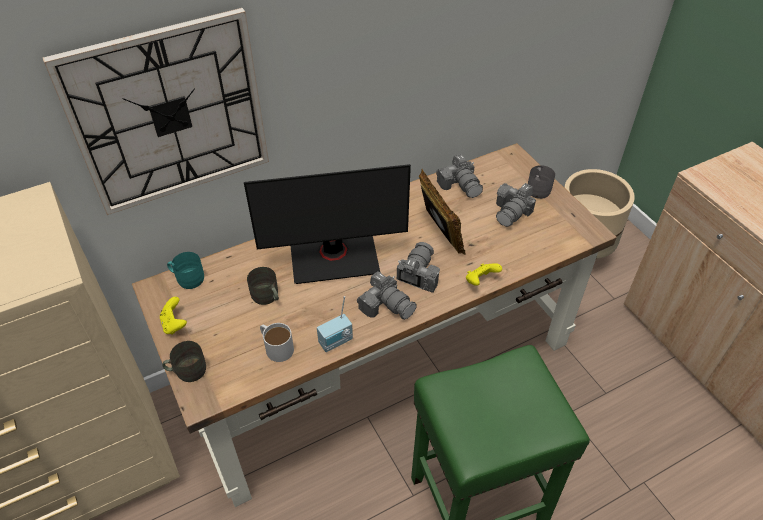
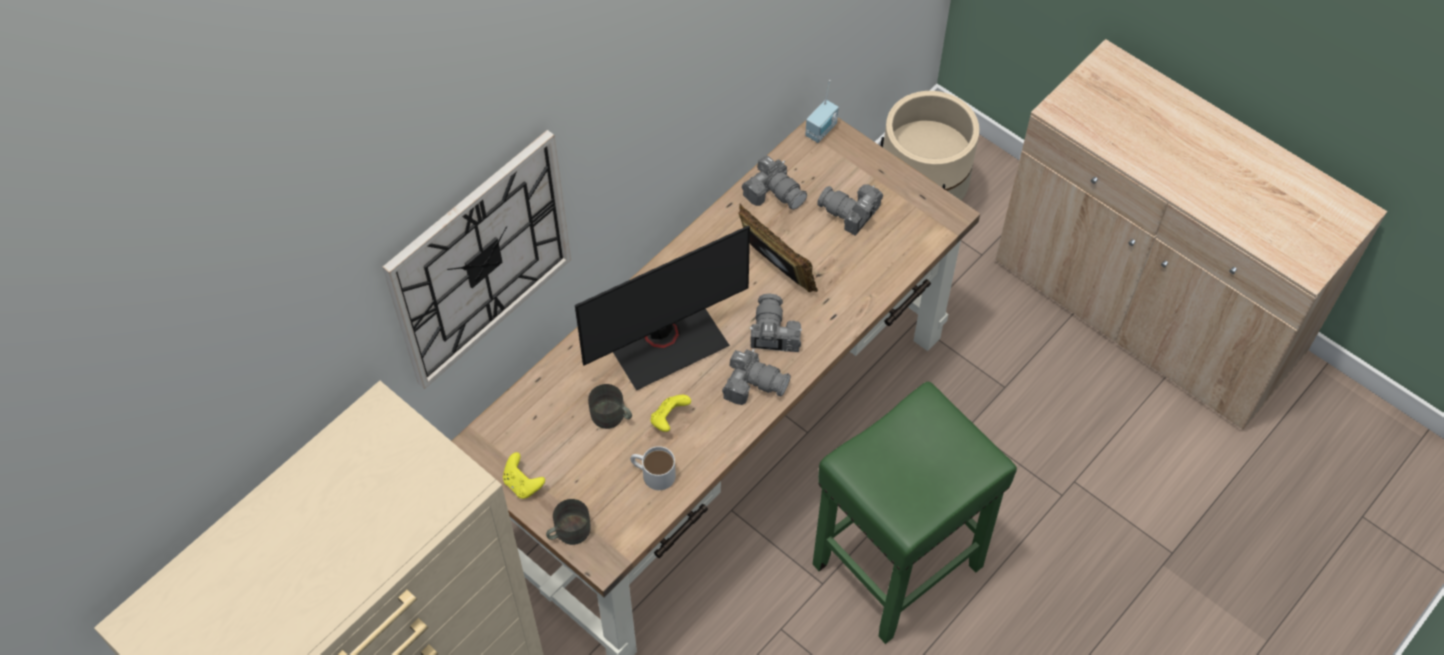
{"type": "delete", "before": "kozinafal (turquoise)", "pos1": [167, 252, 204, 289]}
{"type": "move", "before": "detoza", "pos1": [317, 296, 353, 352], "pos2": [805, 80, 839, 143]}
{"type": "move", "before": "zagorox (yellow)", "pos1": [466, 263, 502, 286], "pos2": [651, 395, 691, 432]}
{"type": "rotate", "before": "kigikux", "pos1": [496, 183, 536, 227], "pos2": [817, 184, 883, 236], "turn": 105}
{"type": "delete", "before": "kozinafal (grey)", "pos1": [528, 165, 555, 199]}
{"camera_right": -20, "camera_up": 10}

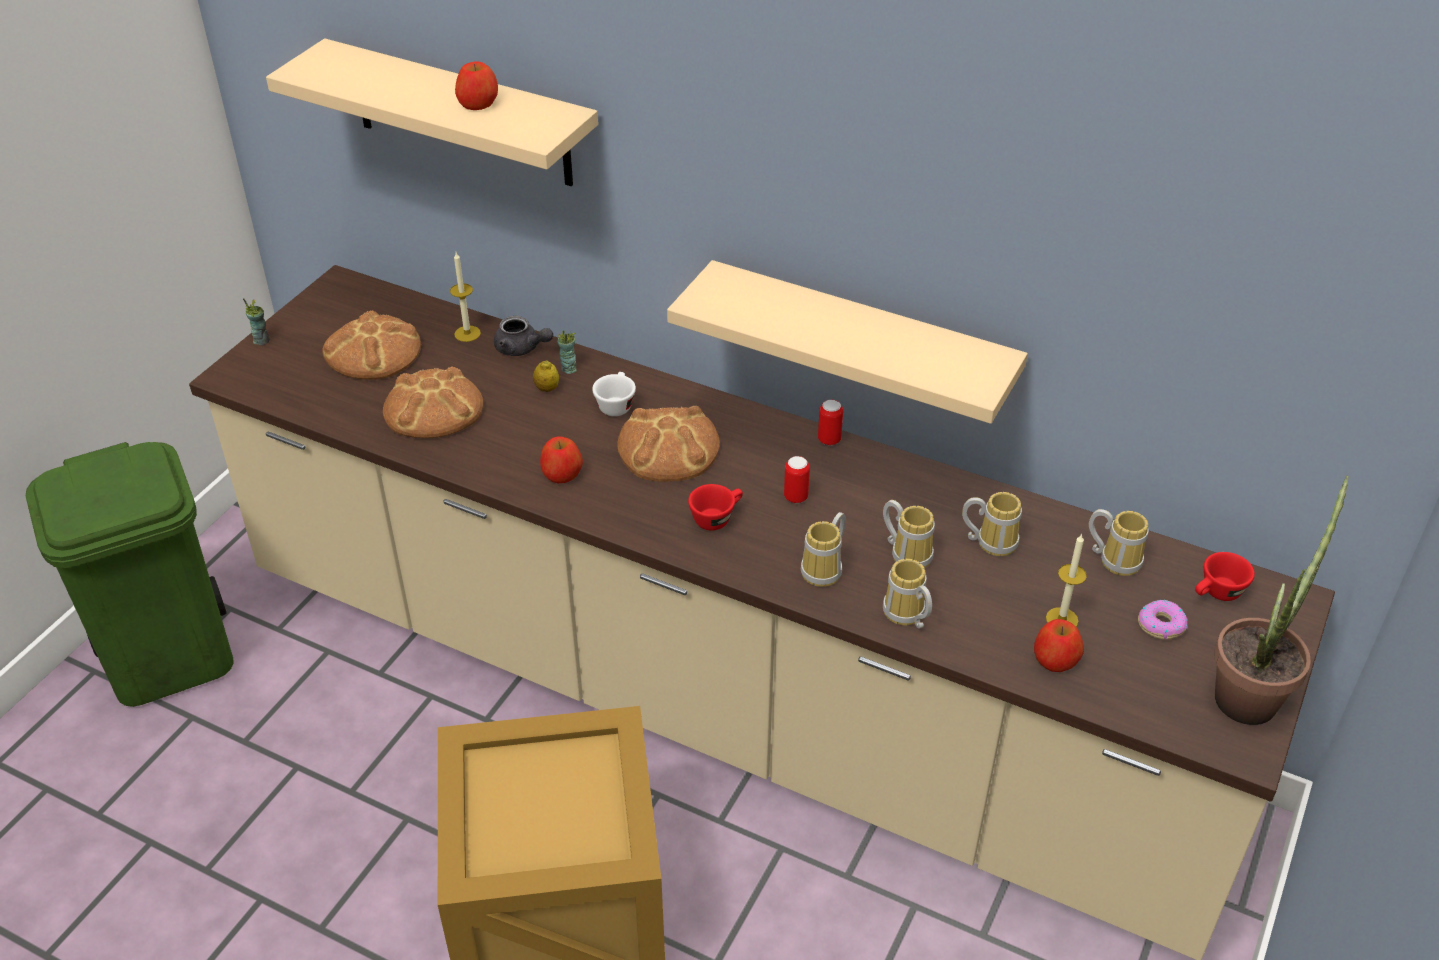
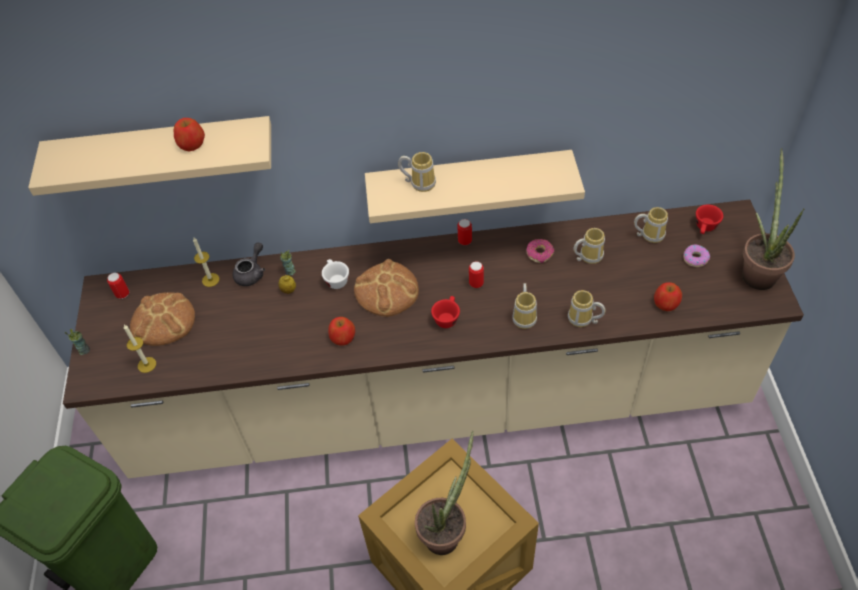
{"type": "delete", "before": "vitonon", "pos1": [383, 367, 483, 438]}
{"type": "rotate", "before": "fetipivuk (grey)", "pos1": [494, 316, 553, 356], "pos2": [233, 242, 265, 286], "turn": -60}
{"type": "move", "before": "kozinafal", "pos1": [883, 500, 935, 568], "pos2": [398, 152, 436, 192]}
{"type": "move", "before": "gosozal", "pos1": [1046, 534, 1087, 627], "pos2": [124, 325, 156, 373]}
{"type": "insert", "after": "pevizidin", "pos2": [107, 273, 129, 299]}
{"type": "insert", "after": "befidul", "pos2": [415, 431, 473, 555]}
{"type": "insert", "after": "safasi", "pos2": [526, 239, 554, 263]}
{"camera_right": -30, "camera_up": 10}

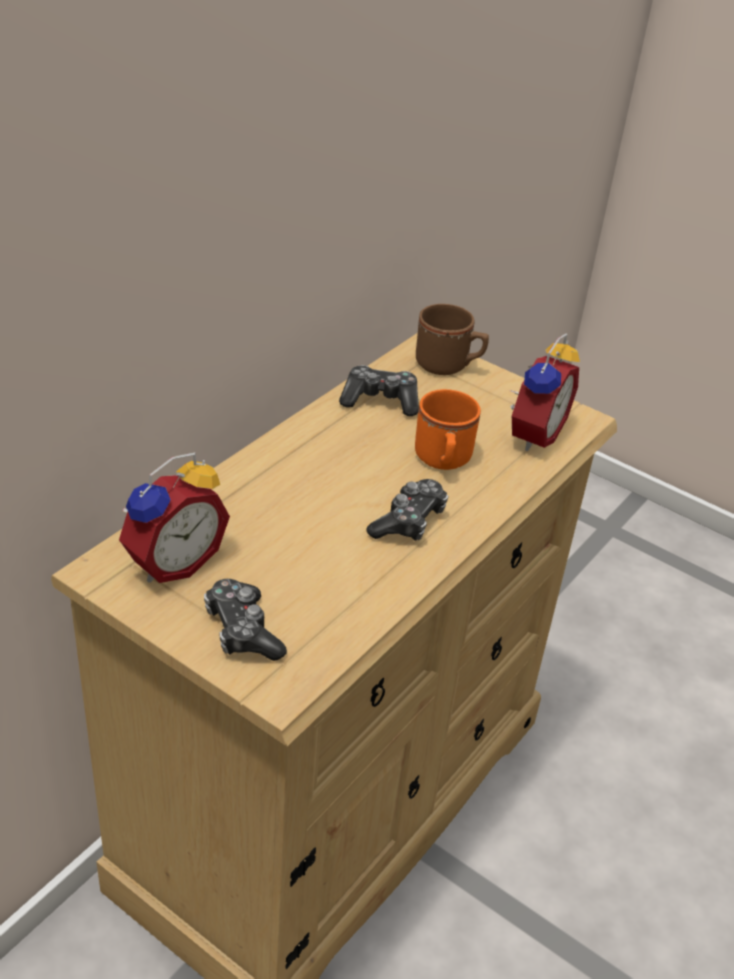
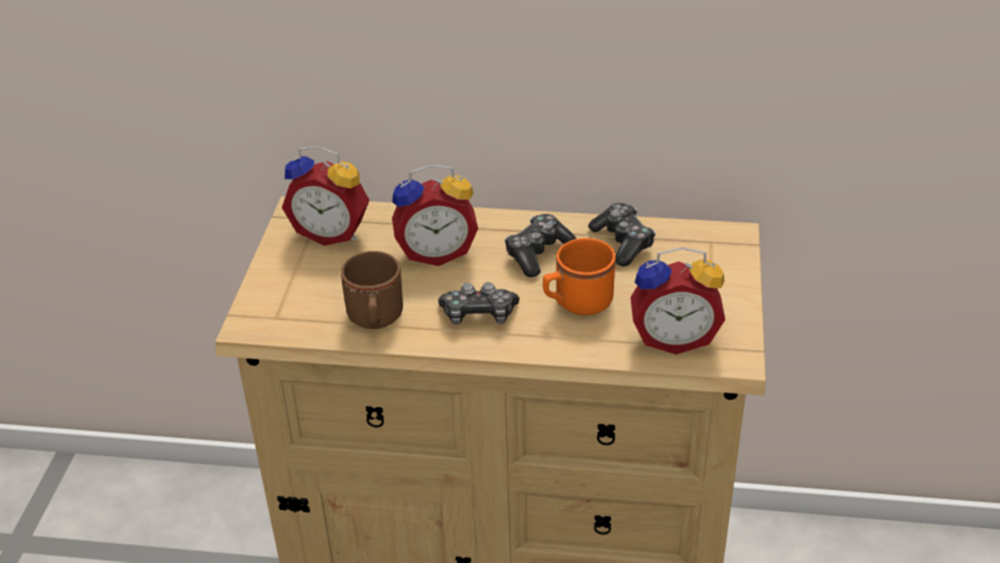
{"type": "move", "before": "zagorox", "pos1": [204, 579, 287, 661], "pos2": [505, 214, 576, 277]}
{"type": "move", "before": "kozinafal (brown)", "pos1": [416, 304, 489, 375], "pos2": [341, 251, 403, 329]}
{"type": "insert", "after": "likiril", "pos2": [392, 164, 478, 266]}
{"camera_right": 65, "camera_up": 0}

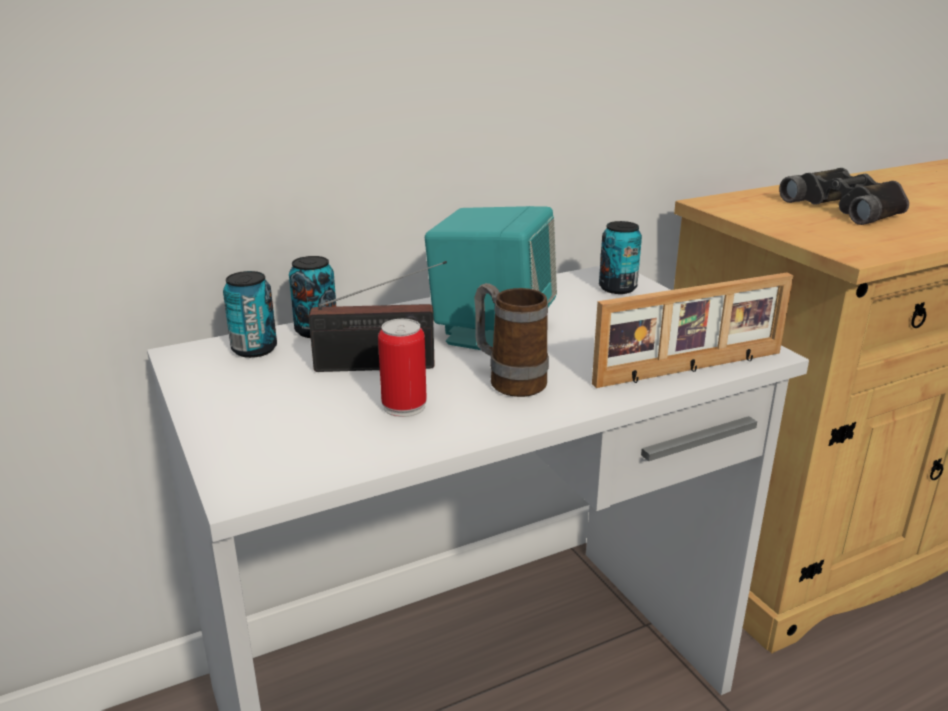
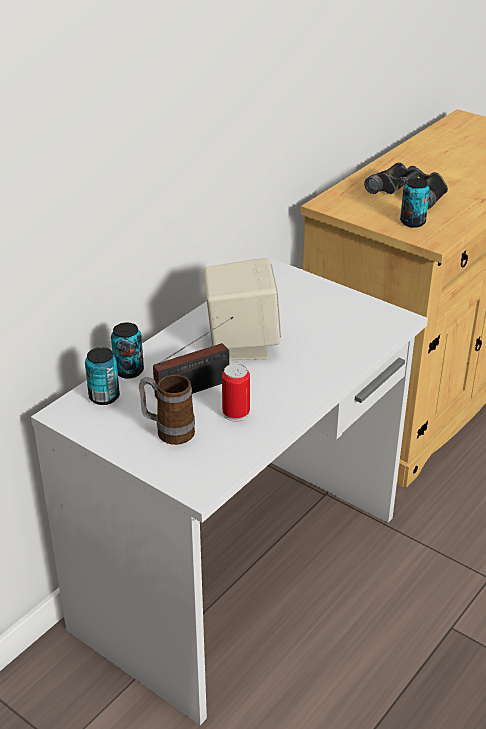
{"type": "recolor", "before": "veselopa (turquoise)", "after": "veselopa (beige)", "pos1": [425, 206, 557, 350], "pos2": [204, 258, 281, 360]}
{"type": "move", "before": "kozinafal", "pos1": [474, 283, 549, 397], "pos2": [139, 375, 195, 445]}
{"type": "delete", "before": "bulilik", "pos1": [592, 272, 793, 388]}
{"type": "move", "before": "pevizidin", "pos1": [599, 221, 642, 294], "pos2": [400, 178, 430, 228]}
{"camera_right": -25, "camera_up": 10}

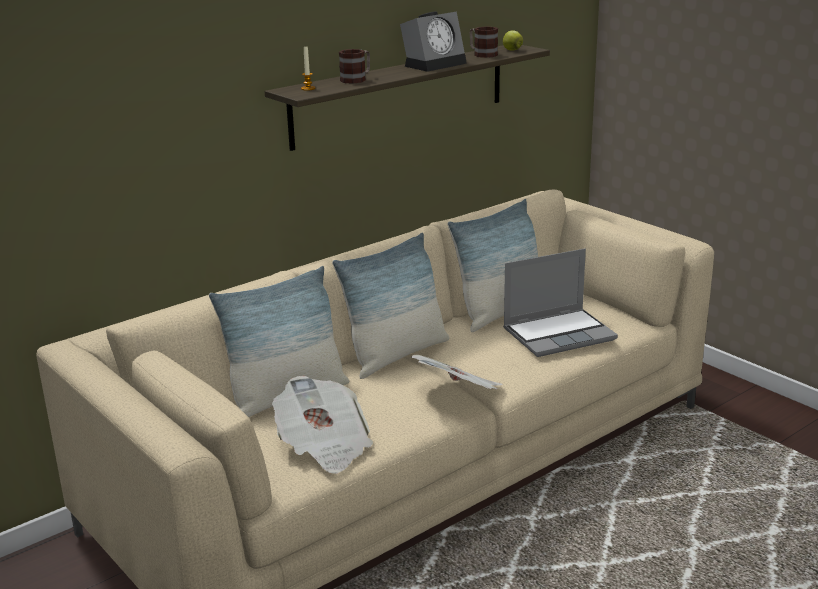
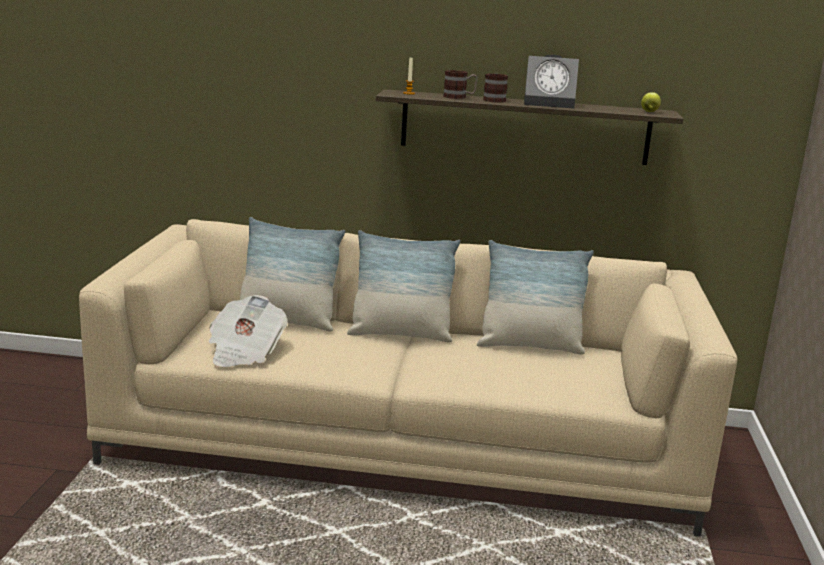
{"type": "delete", "before": "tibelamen", "pos1": [411, 355, 503, 389]}
{"type": "move", "before": "kozinafal", "pos1": [470, 27, 498, 58], "pos2": [483, 74, 508, 103]}
{"type": "delete", "before": "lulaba", "pos1": [503, 248, 618, 357]}
{"camera_right": 45, "camera_up": -5}

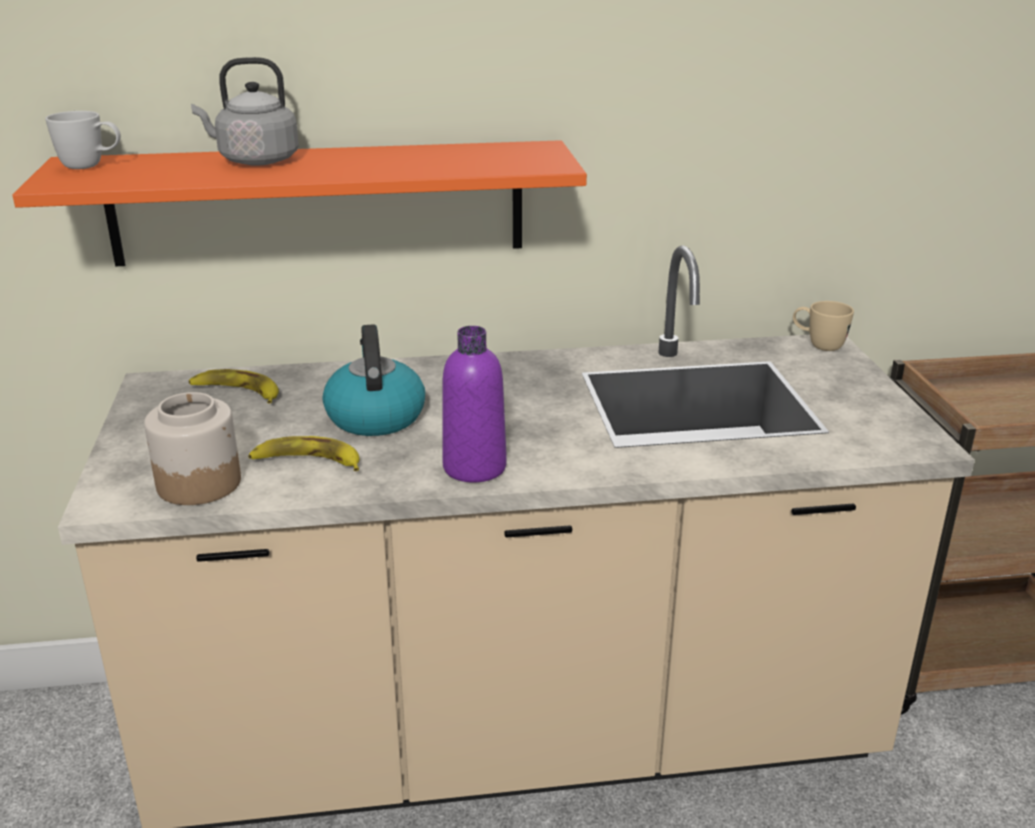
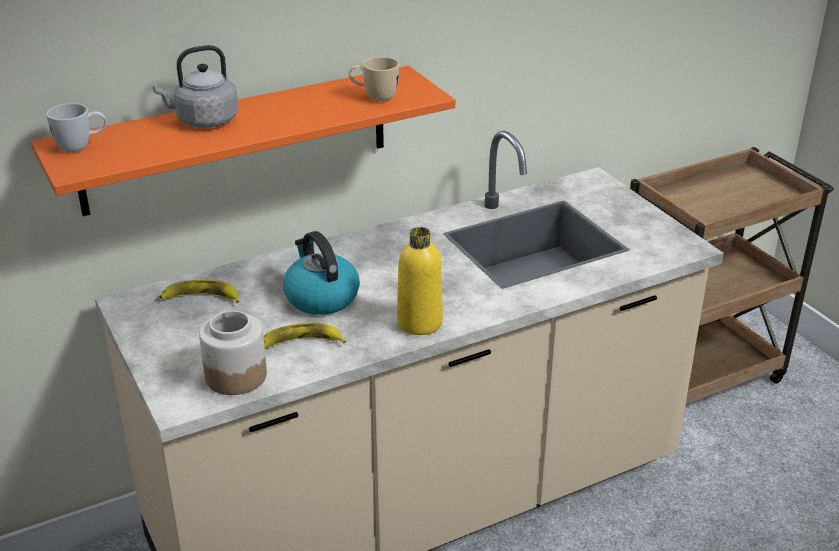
{"type": "recolor", "before": "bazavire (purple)", "after": "bazavire (yellow)", "pos1": [442, 326, 507, 483], "pos2": [397, 227, 443, 335]}
{"type": "move", "before": "kozinafal (beige)", "pos1": [793, 301, 854, 351], "pos2": [349, 57, 399, 101]}
{"camera_right": -20, "camera_up": 5}

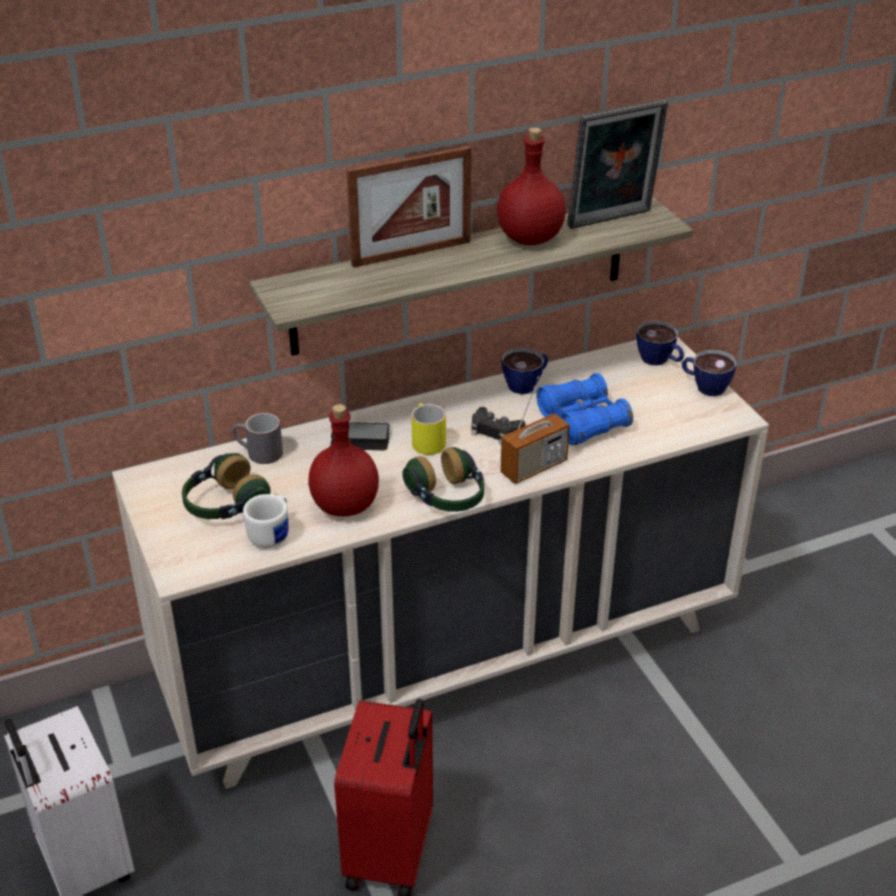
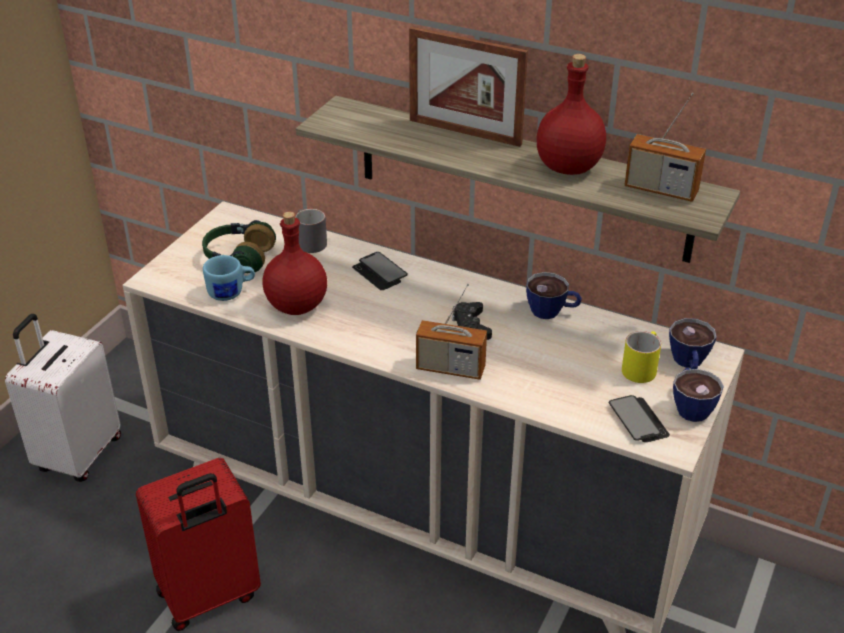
{"type": "recolor", "before": "kozinafal (white)", "after": "kozinafal (blue)", "pos1": [243, 494, 288, 548], "pos2": [203, 255, 255, 301]}
{"type": "delete", "before": "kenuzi", "pos1": [402, 447, 484, 512]}
{"type": "move", "before": "kozinafal (yellow)", "pos1": [411, 403, 446, 455], "pos2": [622, 331, 661, 383]}
{"type": "delete", "before": "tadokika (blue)", "pos1": [536, 373, 633, 445]}
{"type": "replace", "before": "bulilik", "after": "detoza", "pos1": [567, 99, 668, 229], "pos2": [624, 93, 706, 202]}
{"type": "insert", "after": "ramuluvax", "pos2": [609, 395, 670, 442]}
{"camera_right": 50, "camera_up": 0}

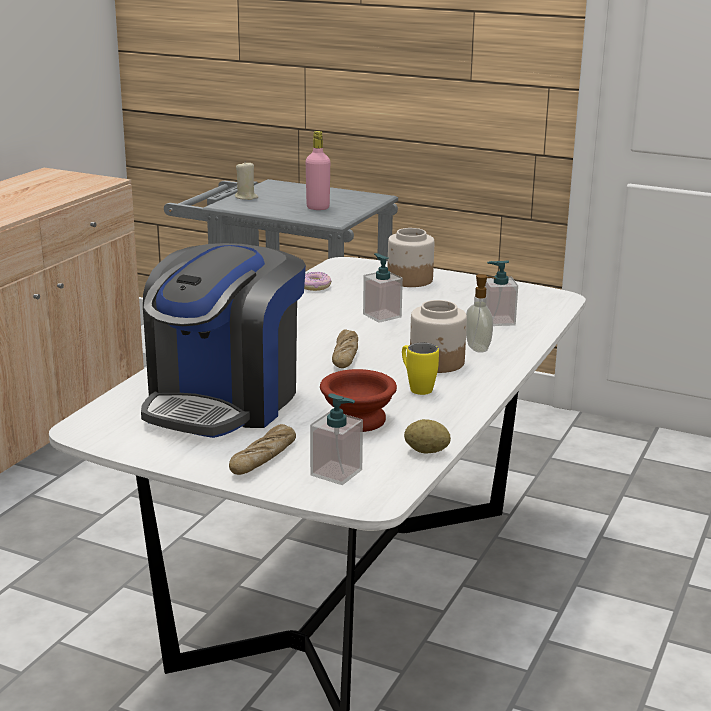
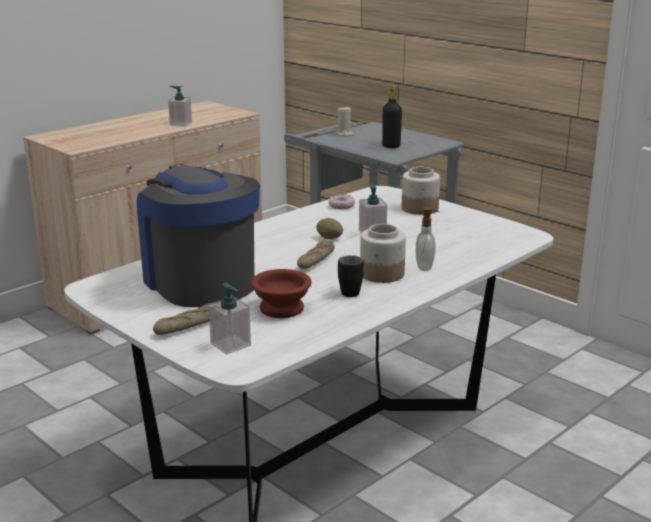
{"type": "rotate", "before": "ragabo", "pos1": [141, 243, 306, 438], "pos2": [137, 164, 260, 307], "turn": 105}
{"type": "recolor", "before": "bazavire (pink)", "after": "bazavire (black)", "pos1": [306, 131, 330, 210], "pos2": [382, 85, 402, 148]}
{"type": "recolor", "before": "kozinafal (yellow)", "after": "kozinafal (black)", "pos1": [402, 343, 439, 395], "pos2": [338, 255, 364, 297]}
{"type": "move", "before": "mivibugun", "pos1": [404, 419, 451, 453], "pos2": [316, 218, 343, 239]}
{"type": "move", "before": "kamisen", "pos1": [485, 261, 518, 326], "pos2": [168, 86, 192, 127]}
{"camera_right": 20, "camera_up": 0}

